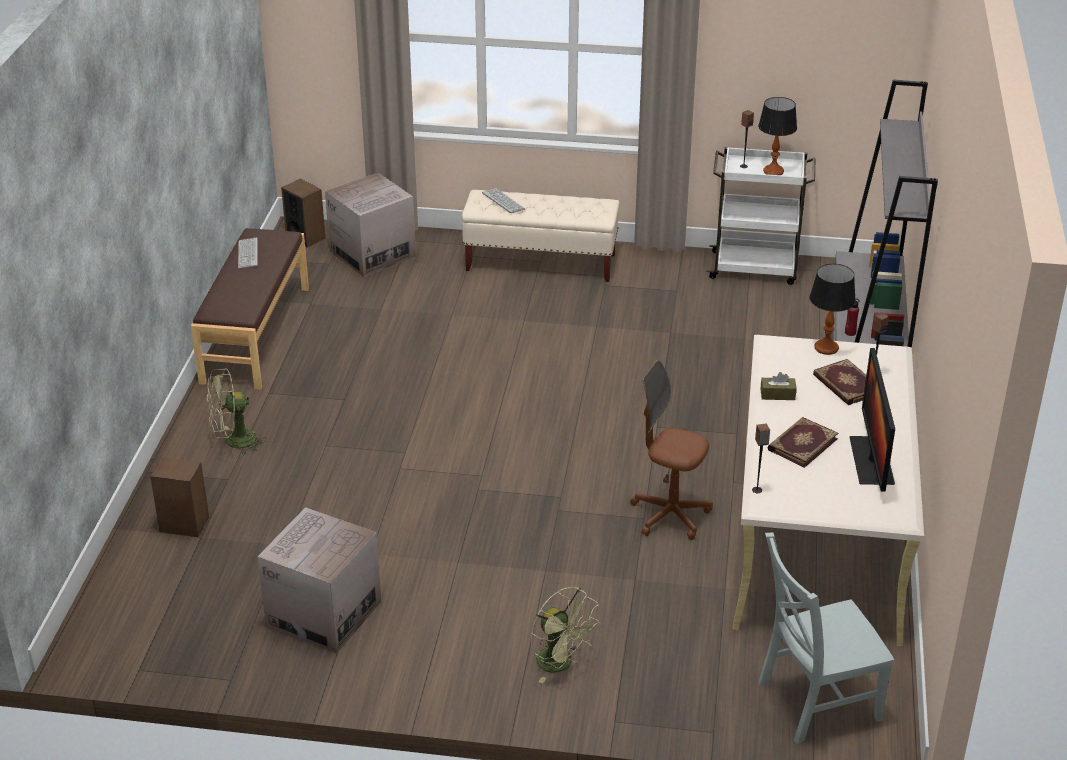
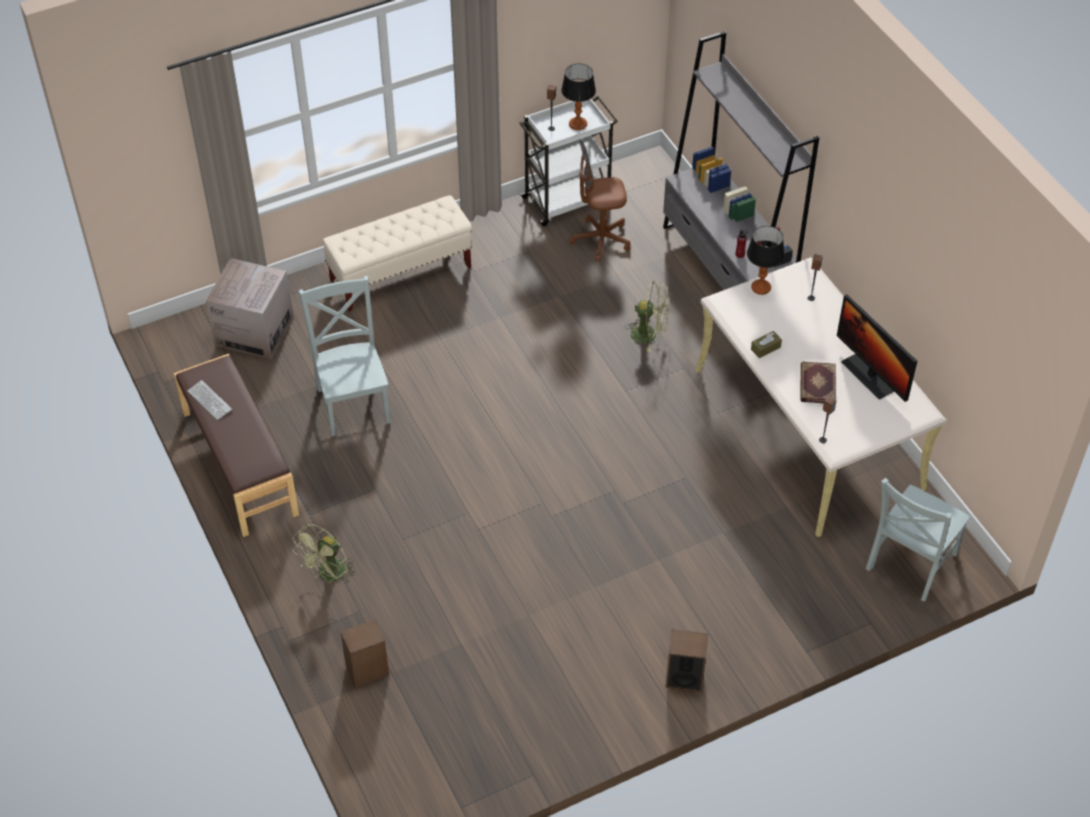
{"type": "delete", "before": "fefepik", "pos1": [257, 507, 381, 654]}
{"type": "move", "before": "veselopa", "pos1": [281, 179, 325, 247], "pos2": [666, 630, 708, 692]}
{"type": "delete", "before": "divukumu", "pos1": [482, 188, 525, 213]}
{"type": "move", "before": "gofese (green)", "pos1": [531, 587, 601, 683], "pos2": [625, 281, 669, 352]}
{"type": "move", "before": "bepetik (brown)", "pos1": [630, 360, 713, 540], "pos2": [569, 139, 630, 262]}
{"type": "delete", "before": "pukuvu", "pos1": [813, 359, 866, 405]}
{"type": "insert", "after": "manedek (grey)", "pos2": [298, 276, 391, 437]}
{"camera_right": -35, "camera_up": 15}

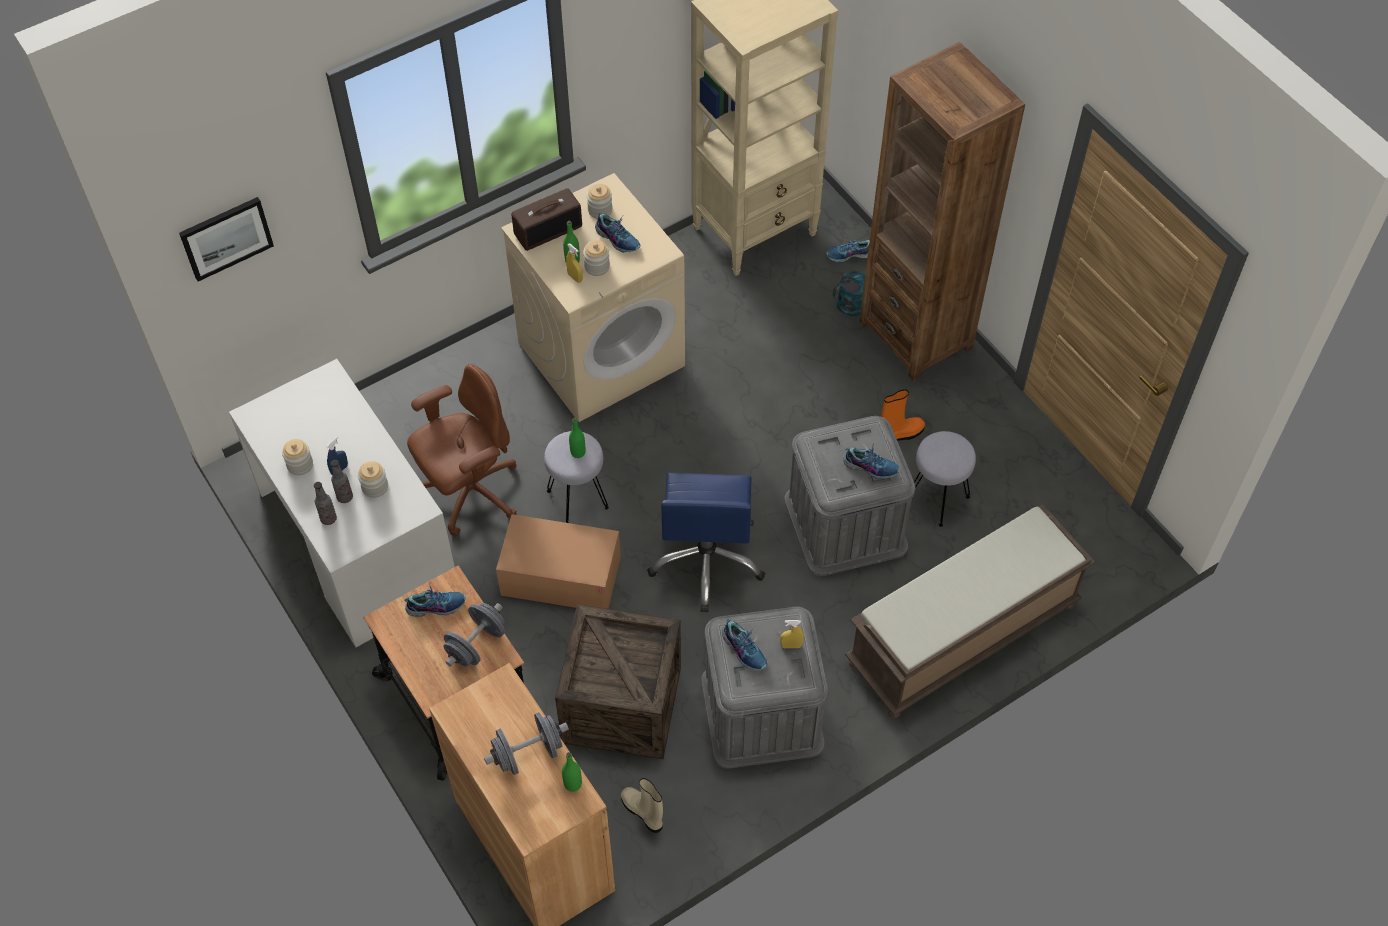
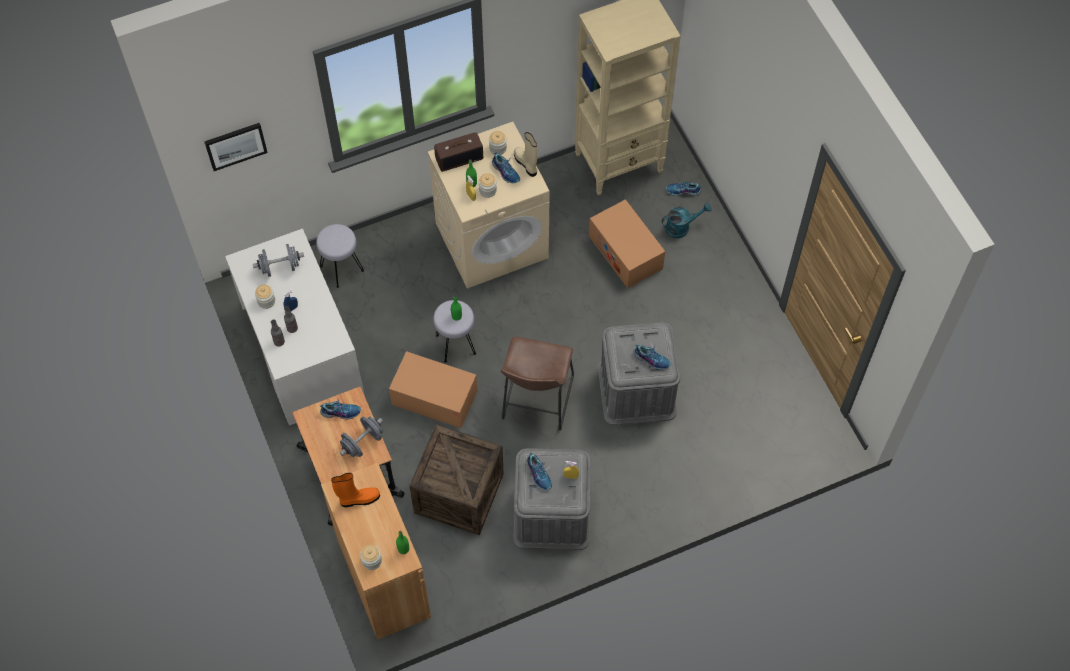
{"type": "move", "before": "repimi", "pos1": [358, 461, 388, 498], "pos2": [360, 545, 382, 570]}
{"type": "delete", "before": "bepetik (brown)", "pos1": [407, 364, 517, 536]}
{"type": "move", "before": "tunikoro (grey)", "pos1": [484, 712, 569, 775], "pos2": [253, 244, 304, 277]}
{"type": "move", "before": "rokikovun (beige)", "pos1": [621, 778, 663, 833], "pos2": [514, 132, 537, 177]}
{"type": "replace", "before": "bepetik (blue)", "after": "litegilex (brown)", "pos1": [647, 473, 765, 612], "pos2": [501, 337, 574, 431]}
{"type": "delete", "before": "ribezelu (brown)", "pos1": [845, 504, 1095, 719]}
{"type": "delete", "before": "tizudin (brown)", "pos1": [859, 42, 1025, 381]}
{"type": "move", "before": "rokikovun (orange)", "pos1": [881, 389, 925, 441], "pos2": [331, 473, 380, 507]}
{"type": "move", "before": "litegilex (grey)", "pos1": [914, 431, 976, 527], "pos2": [316, 224, 364, 288]}
{"type": "insert", "after": "fefepik", "pos2": [589, 199, 665, 288]}
{"camera_right": 10, "camera_up": 5}

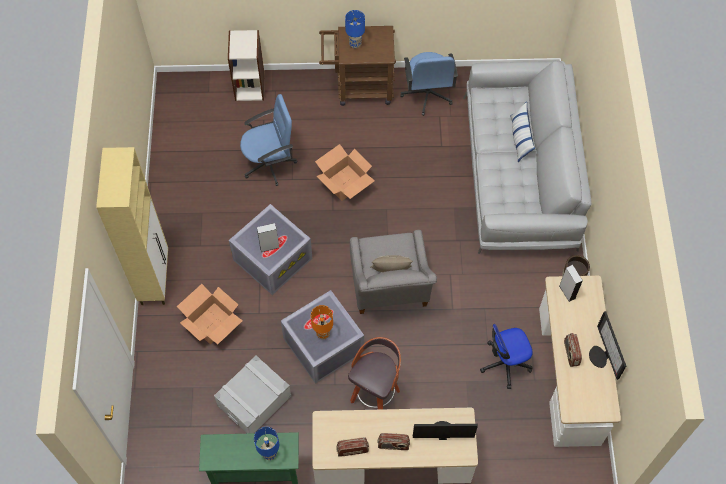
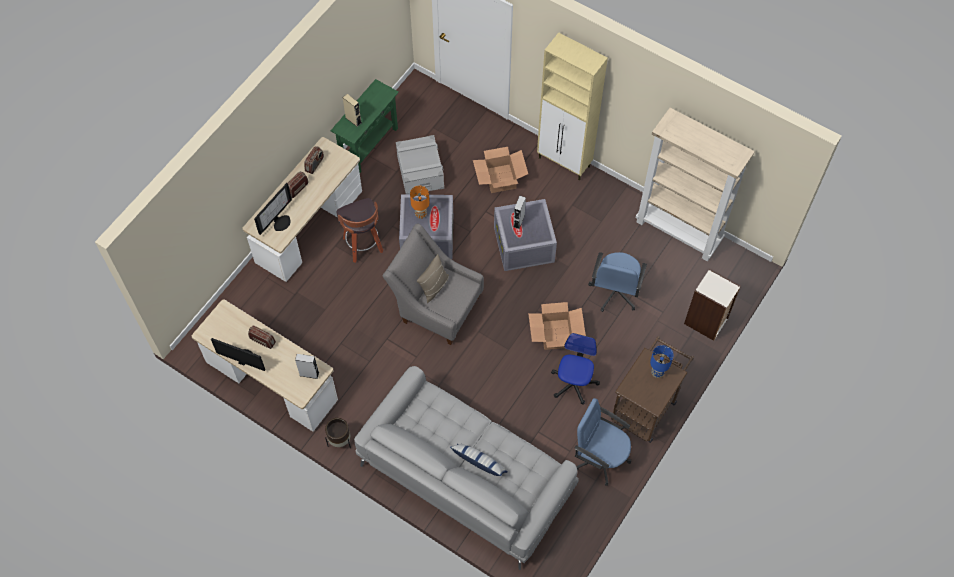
{"type": "replace", "before": "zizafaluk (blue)", "after": "veselopa (beige)", "pos1": [254, 427, 279, 460], "pos2": [343, 94, 361, 127]}
{"type": "move", "before": "bepetik", "pos1": [480, 324, 533, 389], "pos2": [551, 333, 600, 404]}
{"type": "insert", "after": "tizudin (beige)", "pos2": [636, 108, 755, 261]}
{"camera_right": 125, "camera_up": 0}

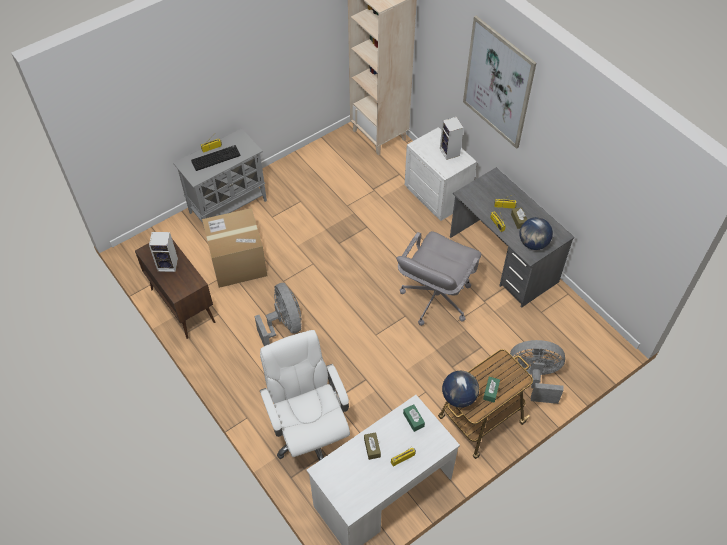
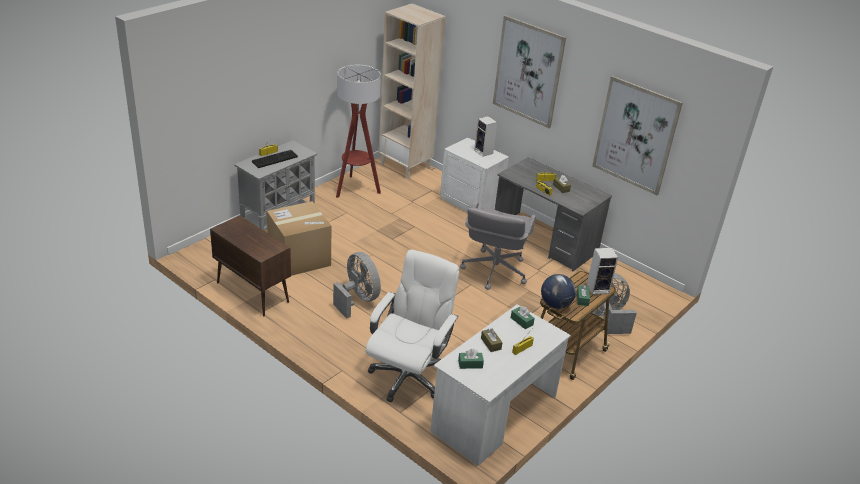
{"type": "move", "before": "veselopa", "pos1": [149, 232, 178, 272], "pos2": [587, 248, 618, 295]}
{"type": "rotate", "before": "bepetik (white)", "pos1": [259, 330, 350, 461], "pos2": [365, 250, 459, 402], "turn": 60}
{"type": "delete", "before": "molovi", "pos1": [519, 217, 553, 250]}
{"type": "insert", "after": "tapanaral", "pos2": [336, 65, 381, 198]}
{"type": "insert", "after": "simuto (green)", "pos2": [458, 349, 484, 369]}
{"type": "insert", "after": "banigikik", "pos2": [592, 76, 683, 195]}
{"camera_right": -15, "camera_up": -20}

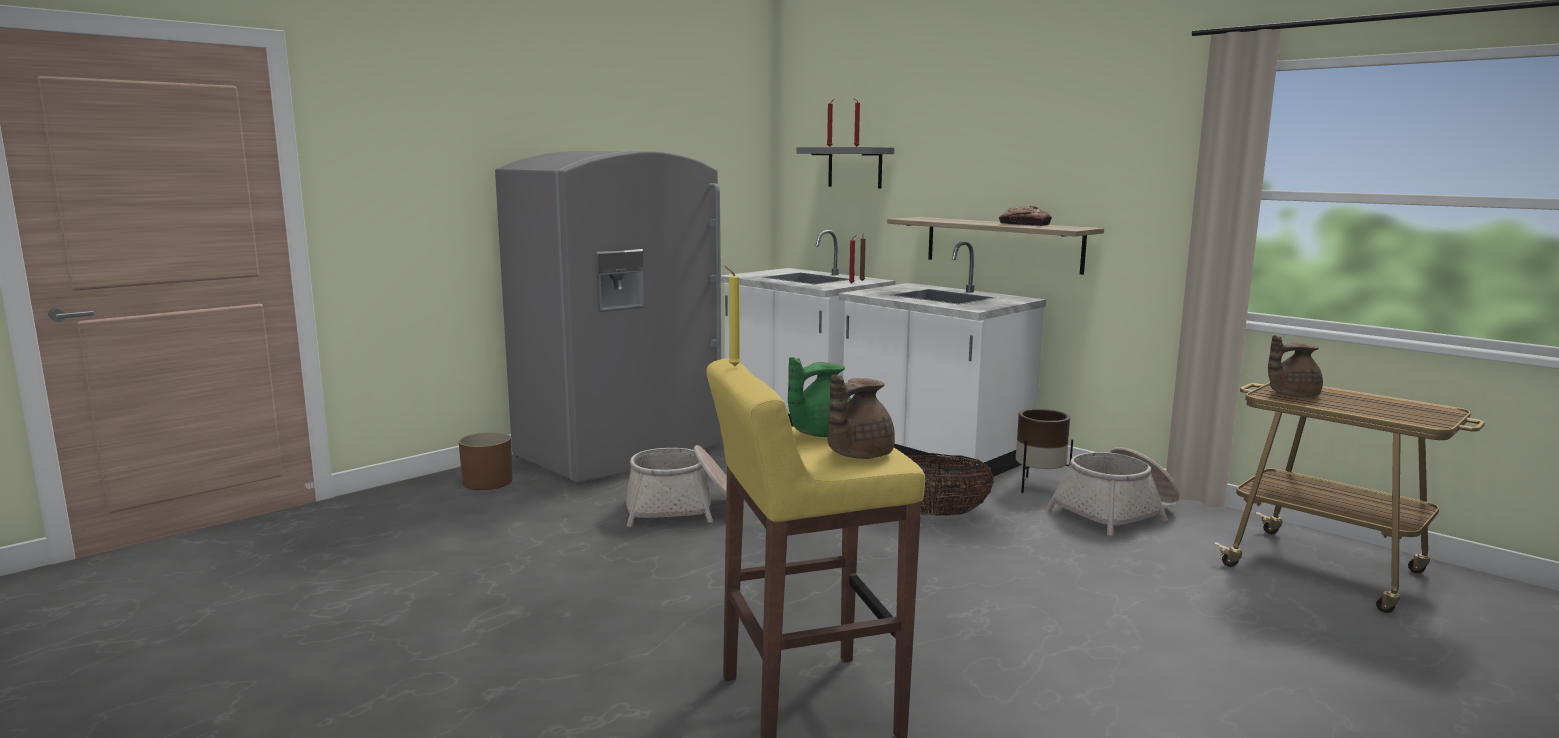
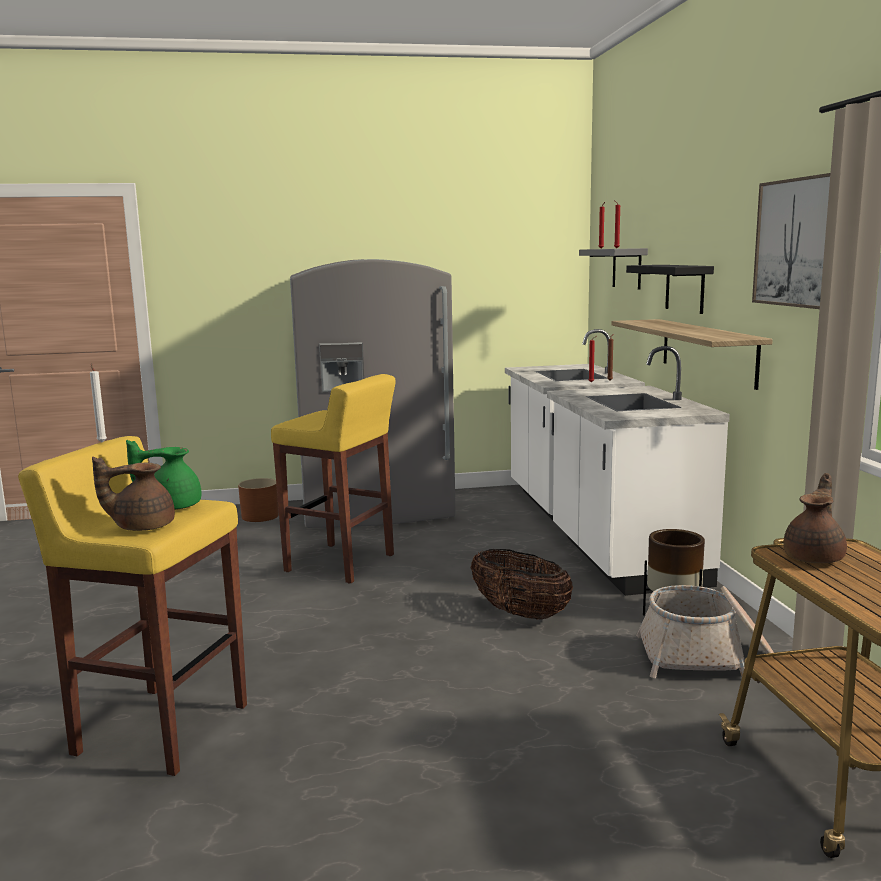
{"type": "replace", "before": "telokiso", "after": "litegilex (yellow)", "pos1": [626, 445, 744, 527], "pos2": [271, 374, 396, 584]}
{"type": "recolor", "before": "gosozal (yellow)", "after": "gosozal (white)", "pos1": [724, 266, 741, 366], "pos2": [90, 363, 107, 442]}
{"type": "delete", "before": "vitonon", "pos1": [999, 205, 1052, 226]}
{"type": "rotate", "before": "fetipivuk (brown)", "pos1": [1268, 335, 1323, 397], "pos2": [783, 473, 847, 563], "turn": 105}
{"type": "insert", "after": "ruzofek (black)", "pos2": [626, 265, 714, 314]}
{"type": "insert", "after": "banigikik", "pos2": [752, 173, 830, 309]}
{"camera_right": 35, "camera_up": 0}

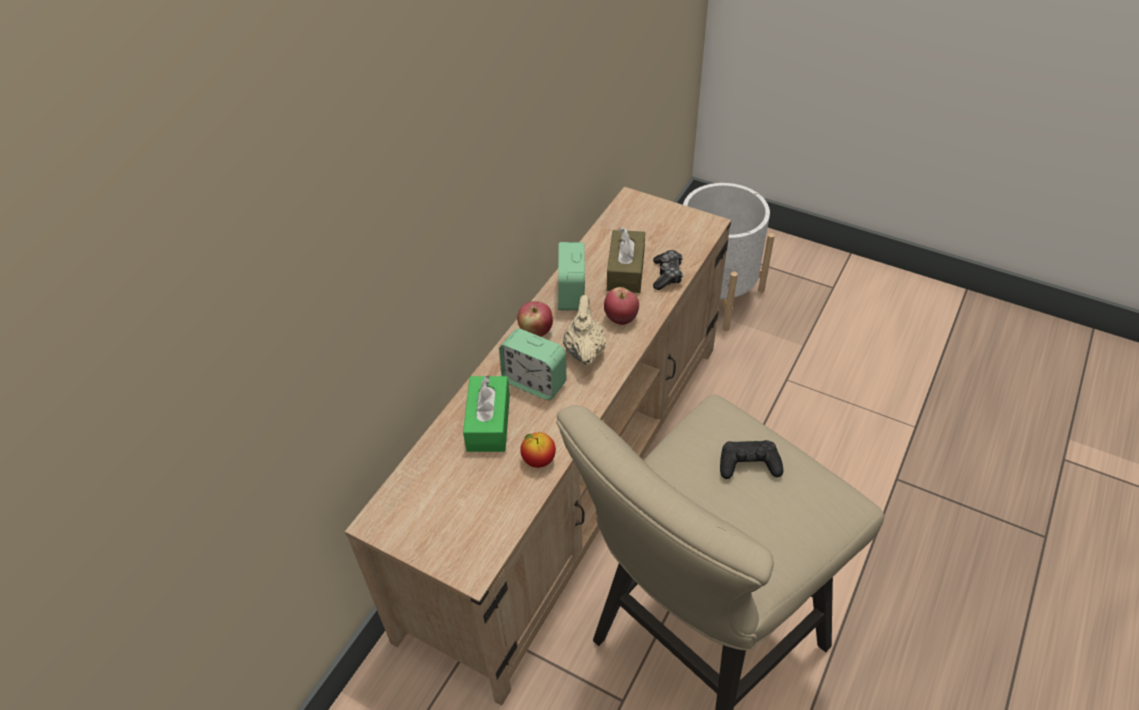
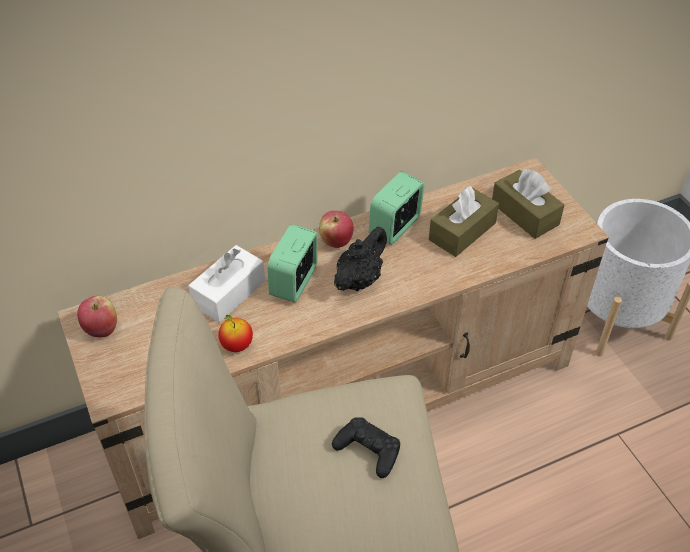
{"type": "recolor", "before": "simuto (green)", "after": "simuto (white)", "pos1": [463, 375, 510, 452], "pos2": [188, 245, 265, 323]}
{"type": "rotate", "before": "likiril", "pos1": [499, 329, 566, 400], "pos2": [268, 224, 318, 303], "turn": 45}
{"type": "recolor", "before": "fetipivuk (beige)", "after": "fetipivuk (black)", "pos1": [563, 295, 606, 365], "pos2": [334, 227, 387, 291]}
{"type": "move", "before": "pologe", "pos1": [604, 287, 639, 325], "pos2": [77, 296, 117, 337]}
{"type": "delete", "before": "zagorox", "pos1": [653, 250, 683, 290]}
{"type": "insert", "after": "simuto (brown)", "pos2": [492, 169, 564, 239]}
{"camera_right": 35, "camera_up": 0}

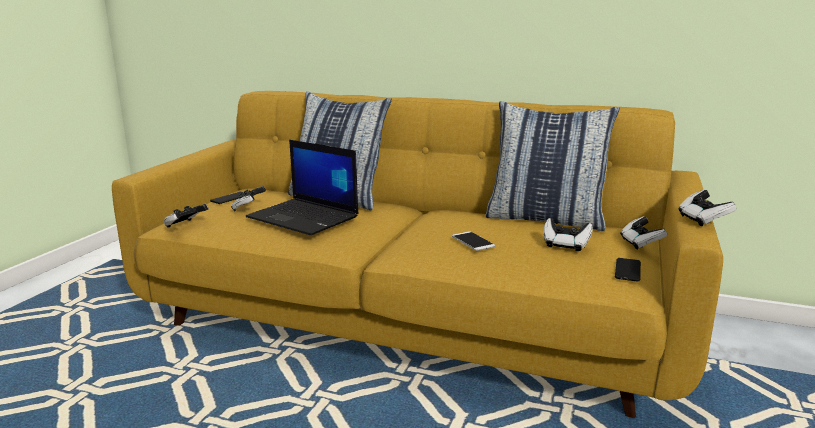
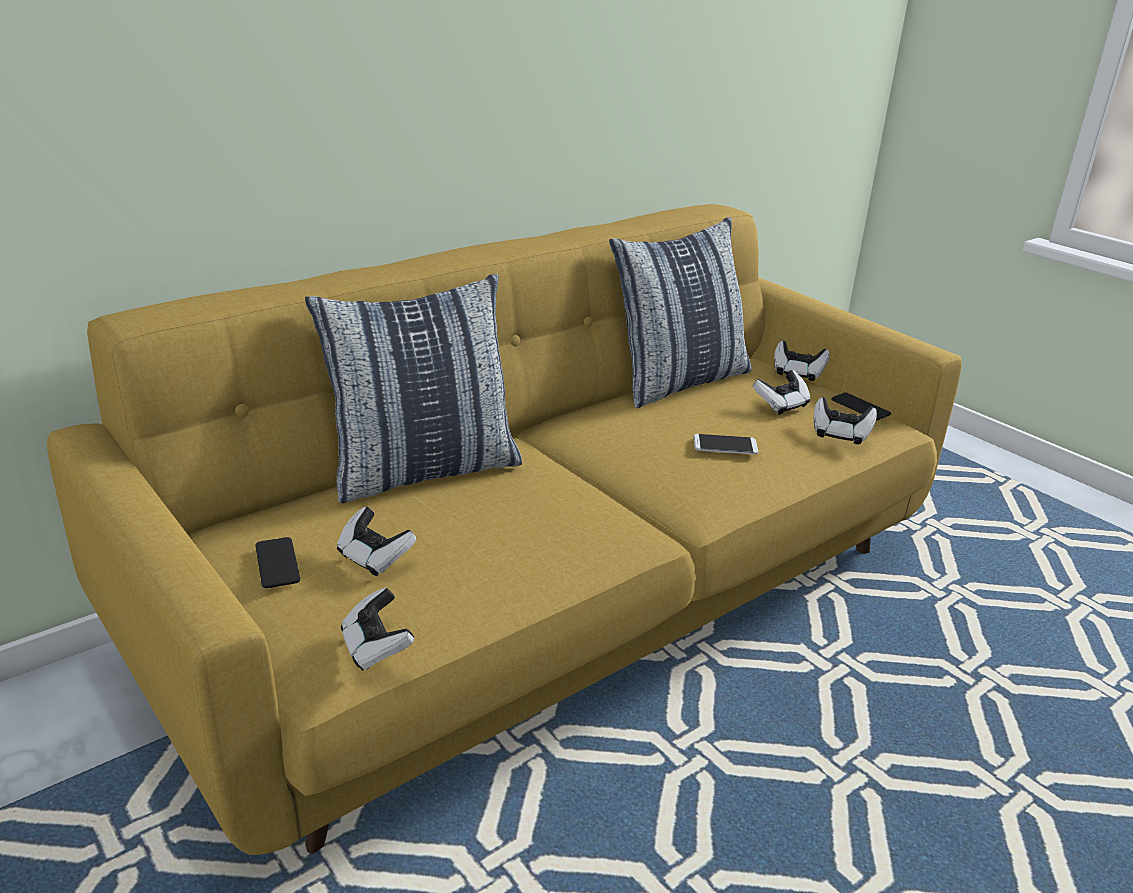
{"type": "delete", "before": "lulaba", "pos1": [246, 140, 358, 235]}
{"type": "move", "before": "zagorox", "pos1": [678, 190, 737, 226], "pos2": [814, 397, 877, 445]}
{"camera_right": -60, "camera_up": 10}

